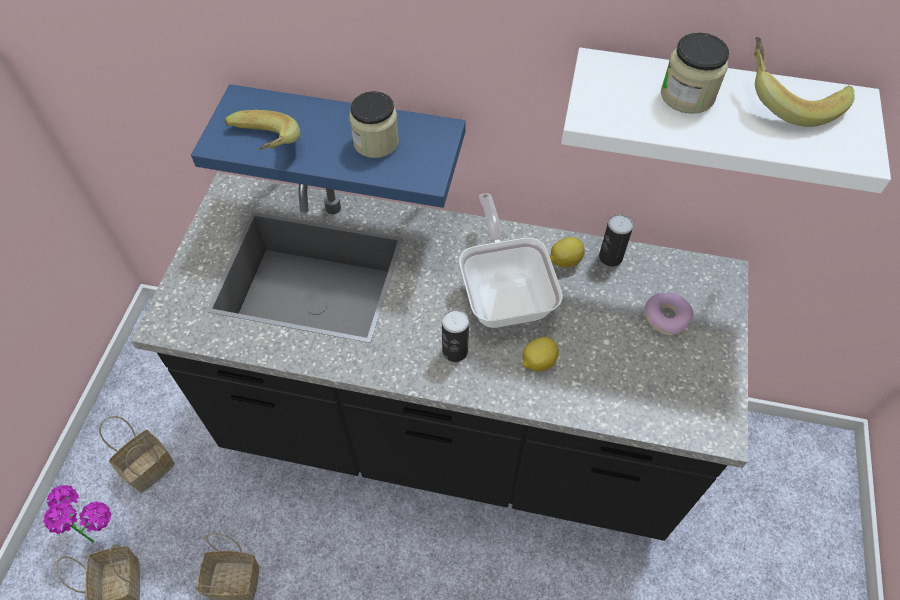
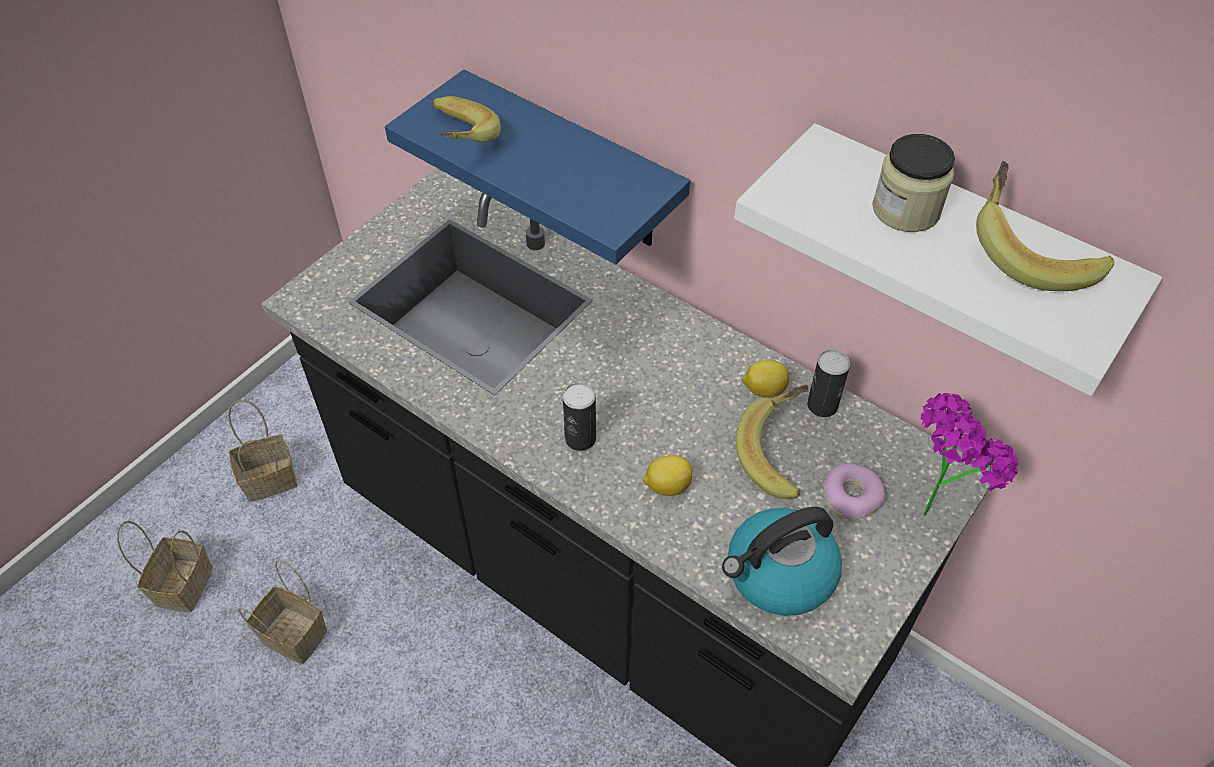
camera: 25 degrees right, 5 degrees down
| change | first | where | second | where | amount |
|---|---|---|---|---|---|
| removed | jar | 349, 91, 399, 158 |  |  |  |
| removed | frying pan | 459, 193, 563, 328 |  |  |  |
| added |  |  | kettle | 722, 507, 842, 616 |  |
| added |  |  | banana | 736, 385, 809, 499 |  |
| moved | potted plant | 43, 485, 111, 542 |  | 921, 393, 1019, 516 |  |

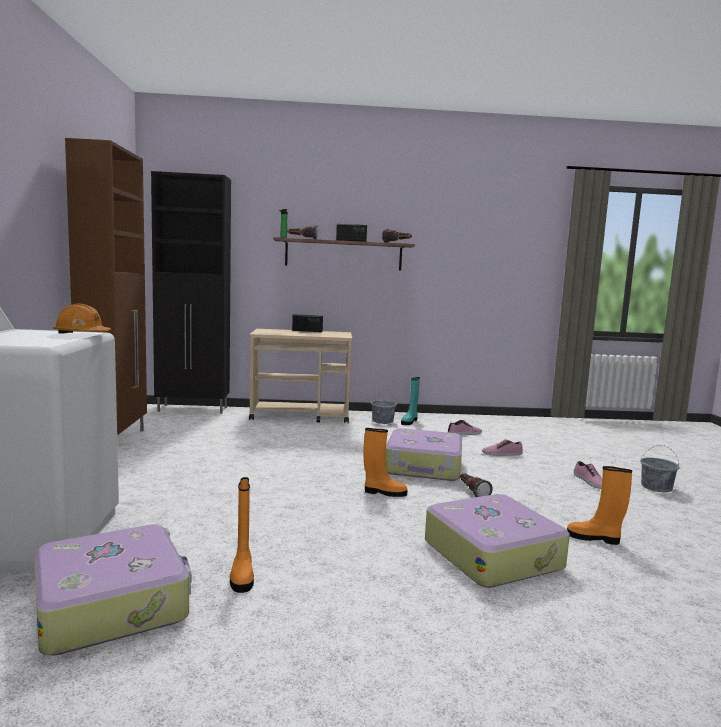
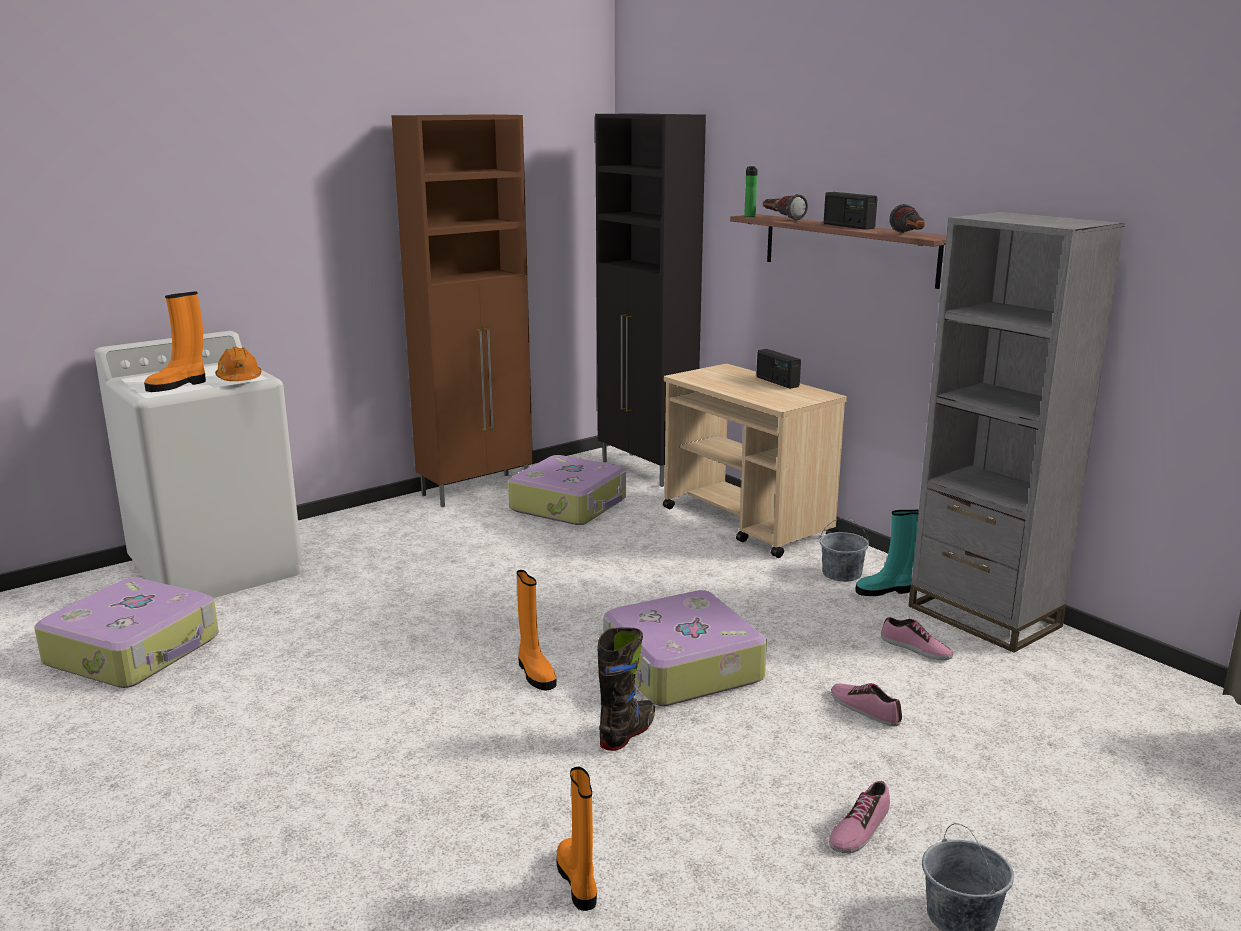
camera: 55 degrees right, 10 degrees up
| change | first | where | second | where | amount |
|---|---|---|---|---|---|
| added |  |  | grey bookcase | 909, 212, 1125, 653 |  |
| moved | orange boot | 230, 477, 254, 593 |  | 144, 292, 206, 392 |  |
| moved | suitcase | 425, 494, 570, 588 |  | 508, 455, 626, 525 |  |
| replaced | flashlight | 460, 473, 493, 497 | black boot | 598, 627, 655, 751 |  |

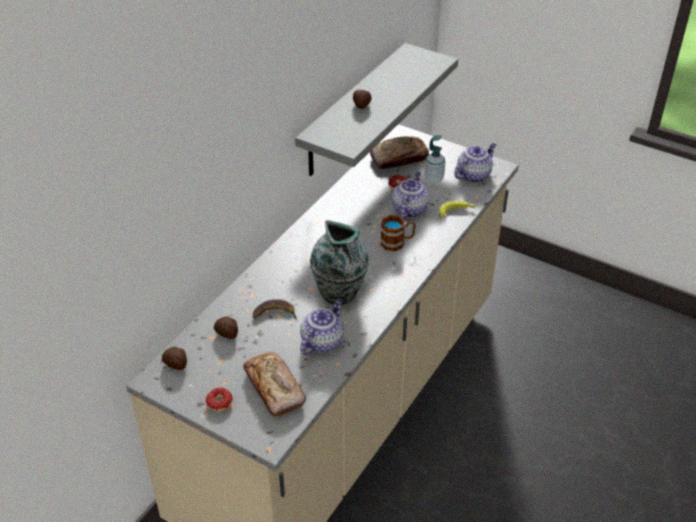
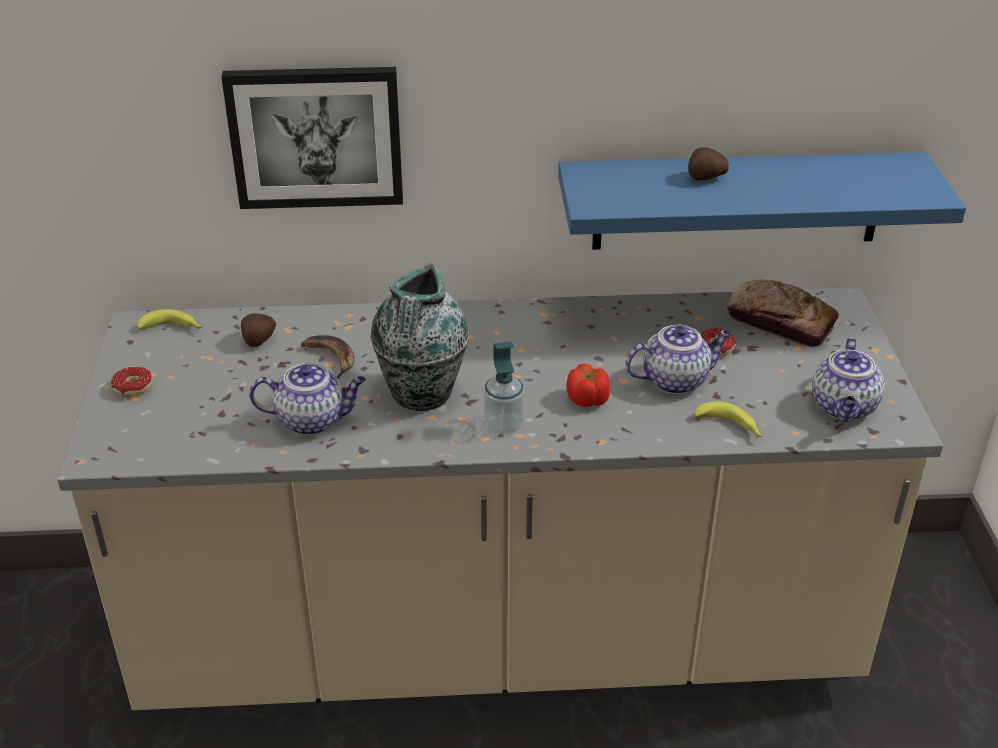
camera: 55 degrees right, 5 degrees down
| change | first | where | second | where | amount |
|---|---|---|---|---|---|
| removed | bread | 243, 352, 306, 417 |  |  |  |
| added |  |  | picture | 221, 67, 403, 209 |  |
| moved | soap dispenser | 424, 135, 446, 183 |  | 484, 342, 524, 434 |  |
| replaced | potato | 162, 347, 187, 370 | banana | 137, 309, 203, 330 |  |
| replaced | mug | 381, 215, 416, 251 | tomato | 566, 364, 610, 407 |  |
| recoloured | grey shelf | 295, 43, 458, 176 | blue shelf | 558, 152, 966, 250 |  |
| turned | teapot | 454, 143, 496, 183 |  | 812, 337, 885, 422 | 90 degrees clockwise |

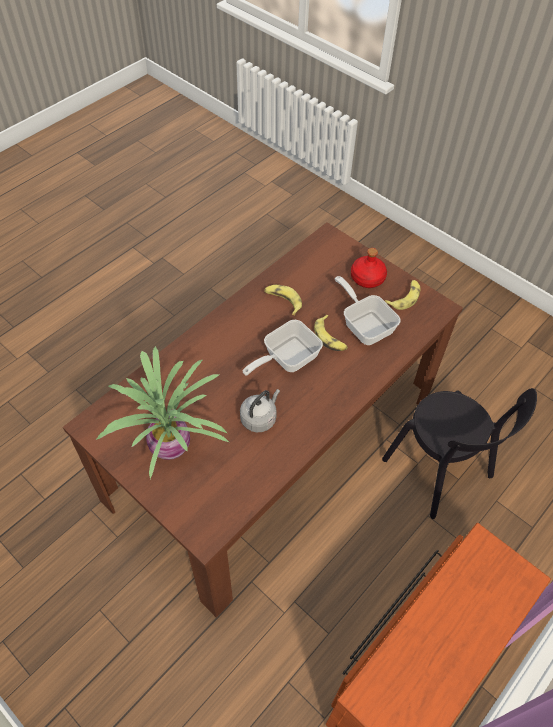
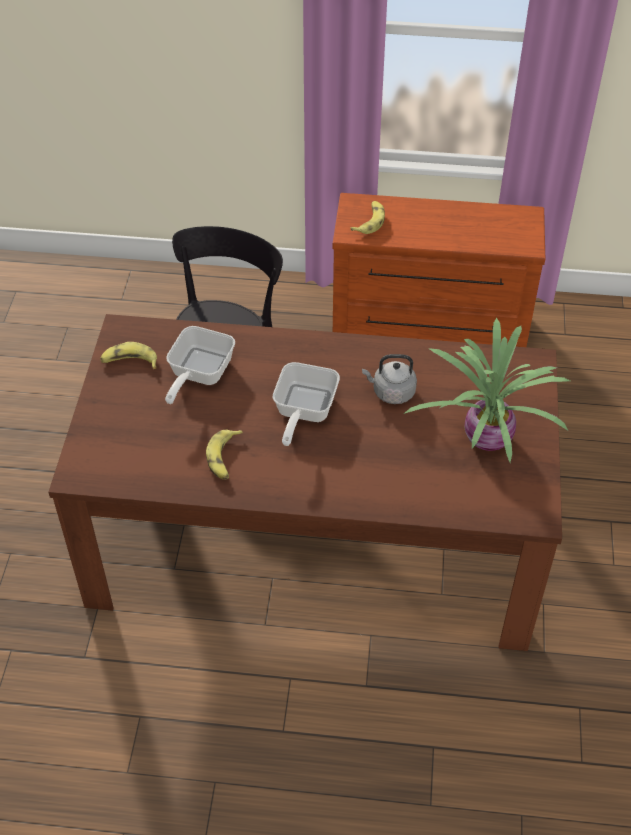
camera: 125 degrees left, 5 degrees down
| change | first | where | second | where | amount |
|---|---|---|---|---|---|
| removed | red bottle | 351, 248, 387, 288 |  |  |  |
| moved | banana | 314, 315, 348, 351 |  | 350, 201, 385, 234 |  |
| turned | frying pan | 243, 320, 323, 376 |  | 273, 362, 340, 446 | 90 degrees clockwise |

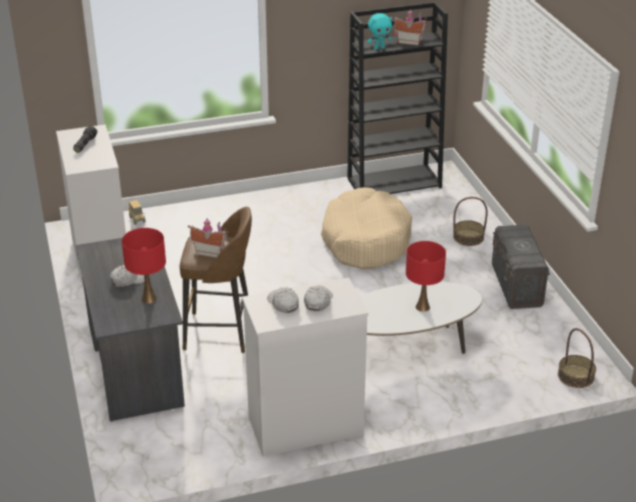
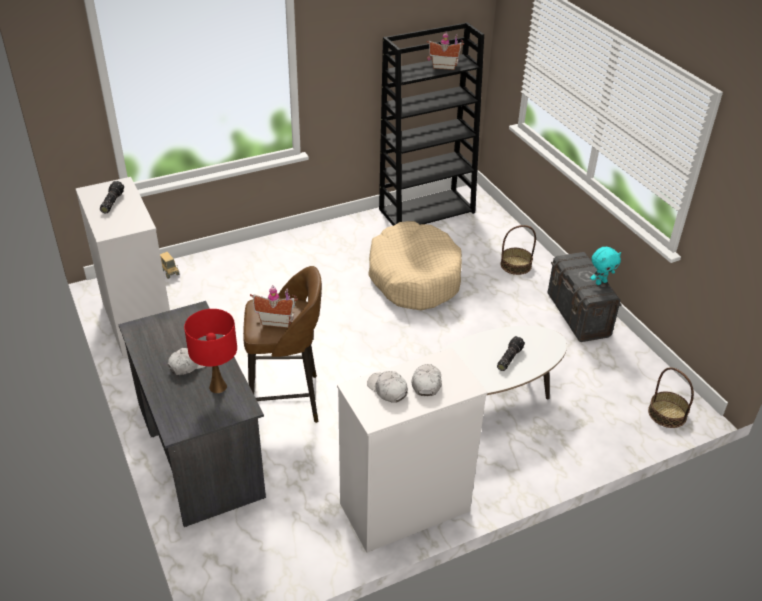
camera: 10 degrees left, 5 degrees up
| change | first | where | second | where | amount |
|---|---|---|---|---|---|
| moved | turquoise plush toy | 367, 13, 392, 50 |  | 590, 247, 621, 285 |  |
| replaced | red table lamp | 406, 241, 446, 312 | flashlight | 497, 336, 525, 371 |  |

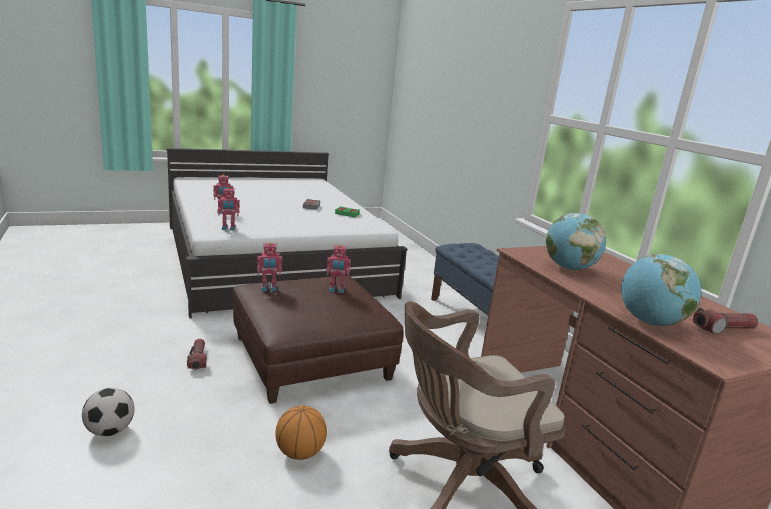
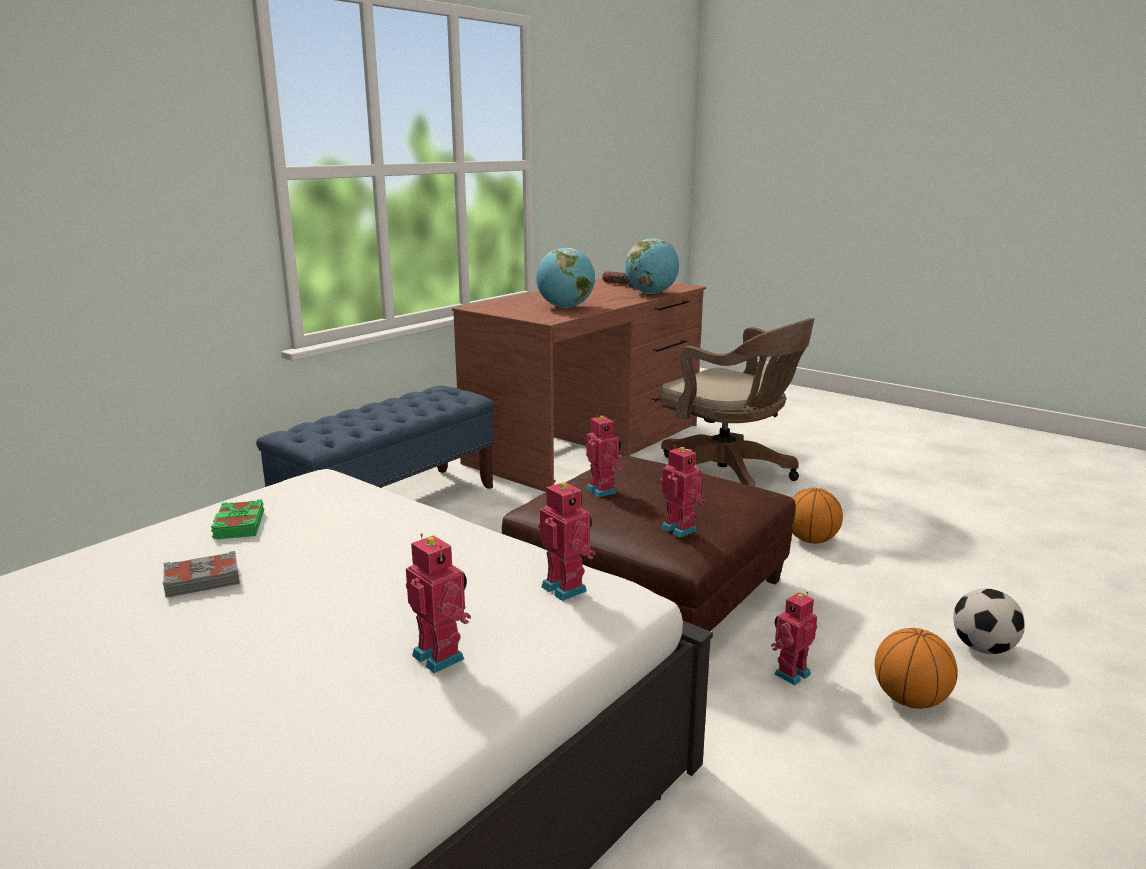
camera: 115 degrees left, 0 degrees up
| change | first | where | second | where | amount |
|---|---|---|---|---|---|
| added |  |  | basketball | 875, 628, 957, 709 |  |
| replaced | flashlight | 187, 339, 207, 370 | toy robot | 771, 592, 817, 685 |  |

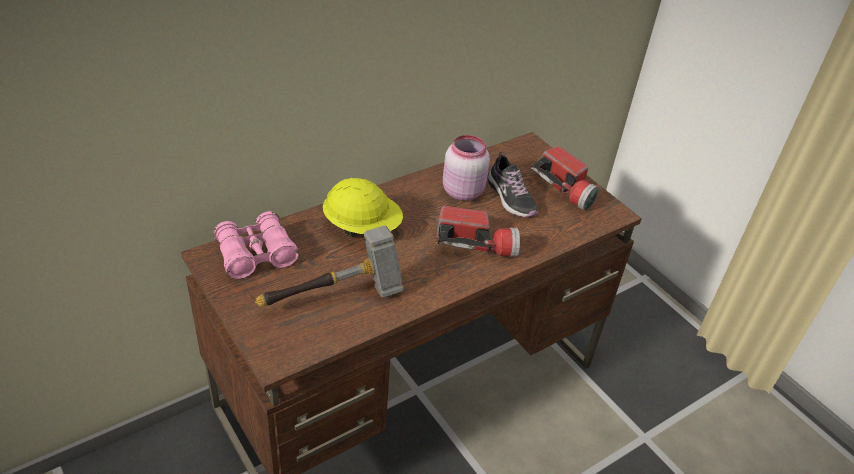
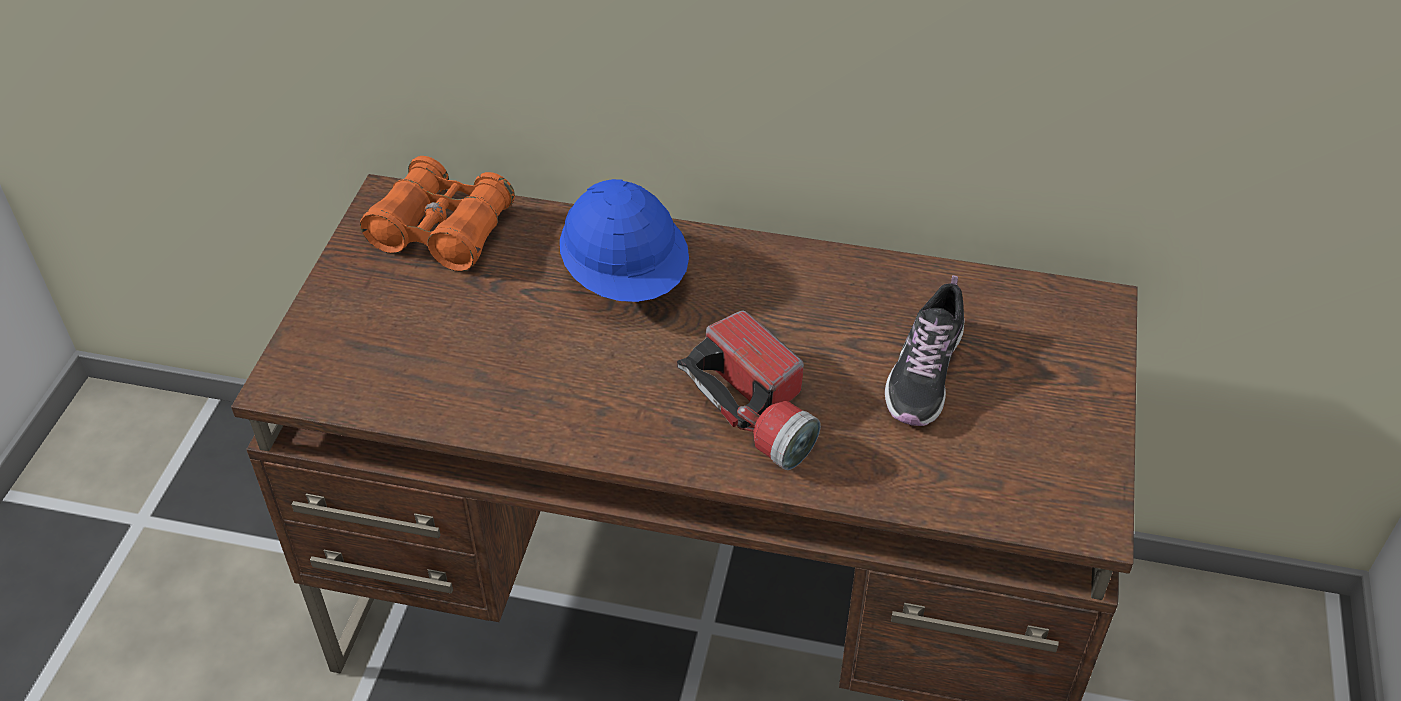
camera: 50 degrees right, 5 degrees up
| change | first | where | second | where | amount |
|---|---|---|---|---|---|
| removed | hammer | 255, 226, 404, 307 |  |  |  |
| removed | pink jar | 443, 135, 490, 201 |  |  |  |
| removed | flashlight | 530, 146, 599, 211 |  |  |  |
| recoloured | pink binoculars | 213, 211, 299, 279 | orange binoculars | 360, 156, 515, 271 |  |
| recoloured | yellow hard hat | 323, 178, 403, 237 | blue hard hat | 560, 179, 689, 302 |  |

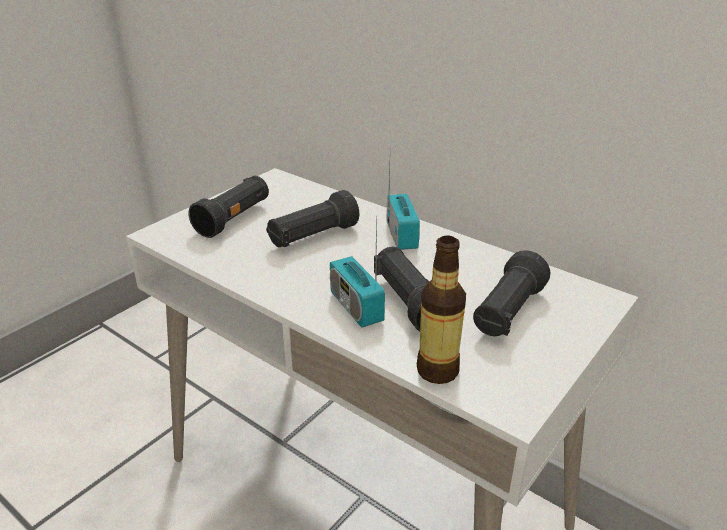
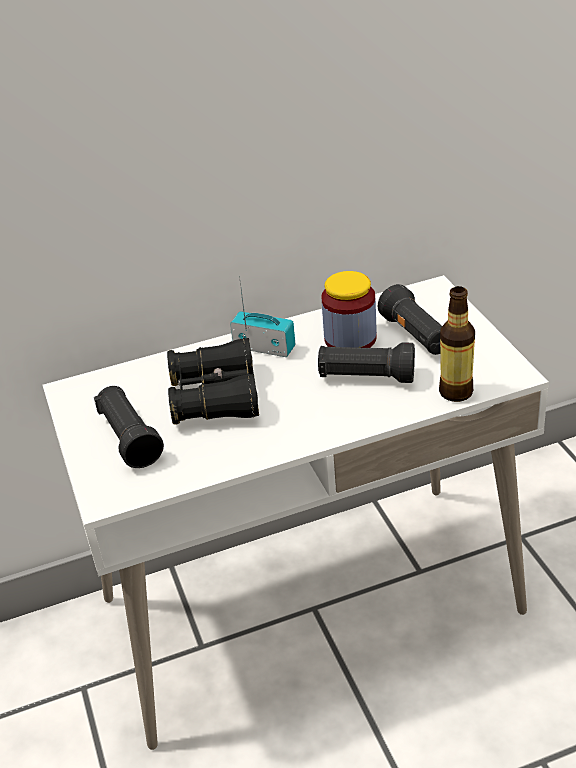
camera: 55 degrees left, 5 degrees up
| change | first | where | second | where | amount |
|---|---|---|---|---|---|
| removed | radio | 330, 216, 385, 328 |  |  |  |
| added |  |  | jar | 321, 271, 377, 348 |  |
| replaced | black flashlight | 266, 190, 359, 247 | black binoculars | 167, 338, 259, 425 |  |

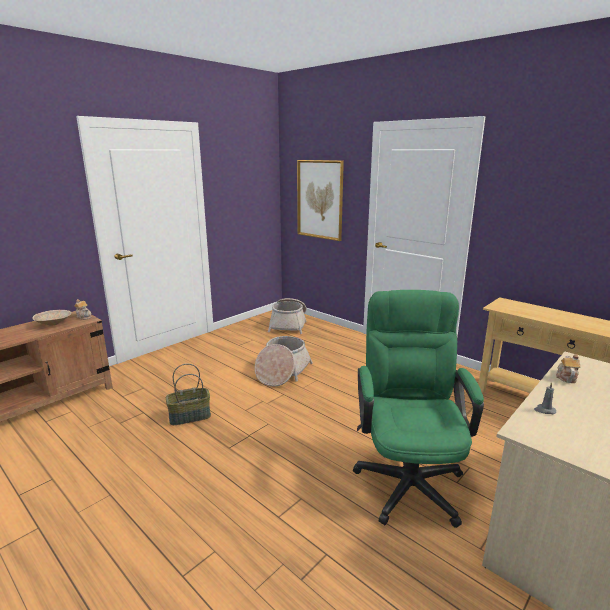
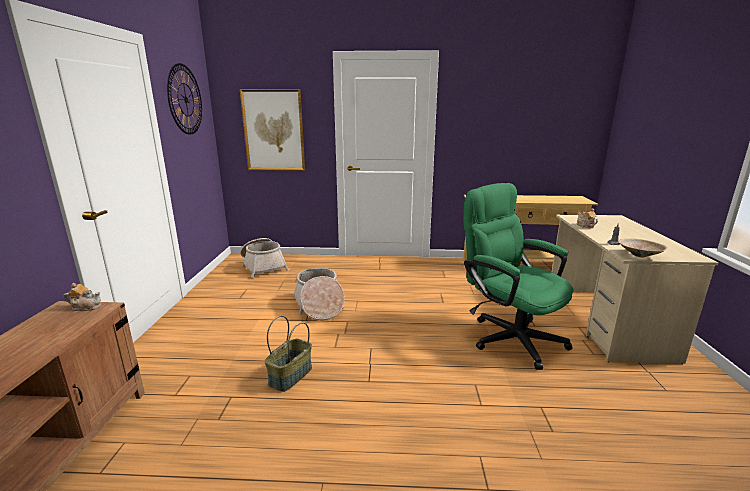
camera: 40 degrees left, 0 degrees up
| change | first | where | second | where | amount |
|---|---|---|---|---|---|
| added |  |  | wall clock | 167, 63, 202, 135 |  |
| moved | beige bowl | 32, 310, 72, 326 |  | 618, 238, 667, 257 |  |

